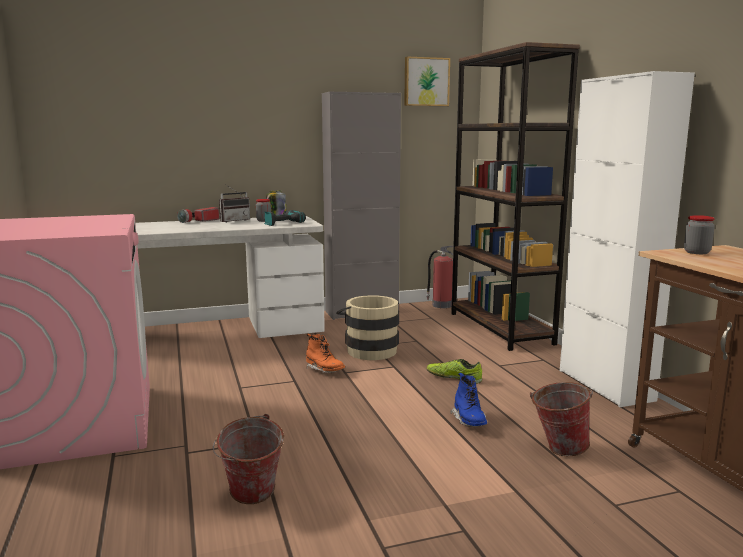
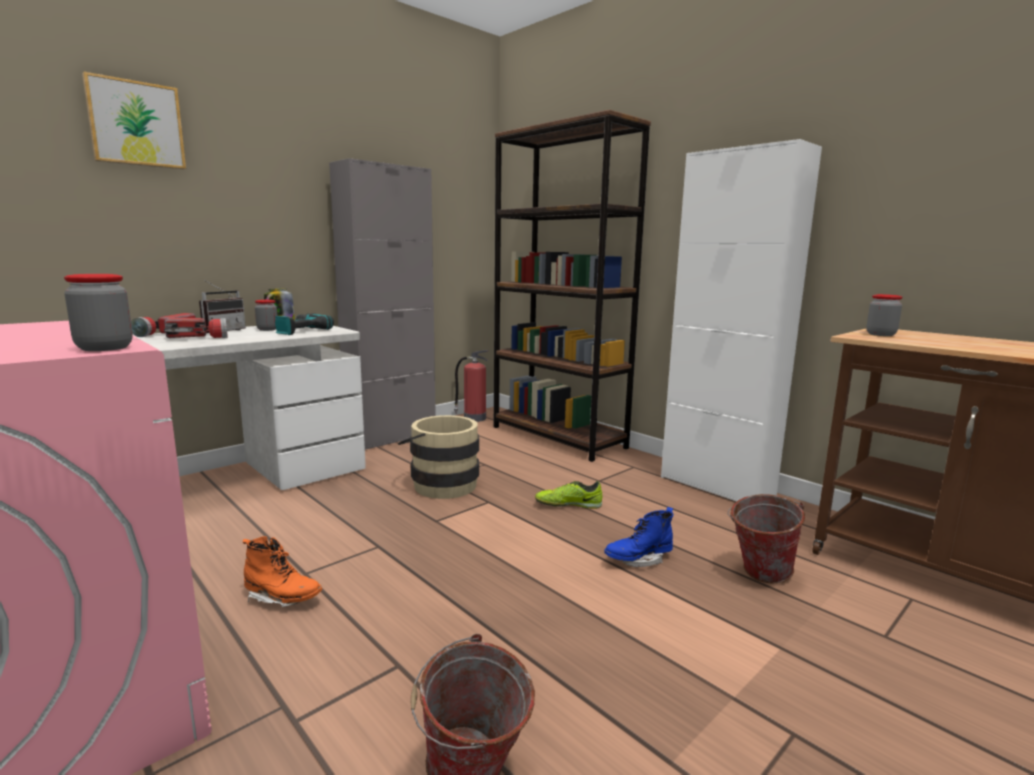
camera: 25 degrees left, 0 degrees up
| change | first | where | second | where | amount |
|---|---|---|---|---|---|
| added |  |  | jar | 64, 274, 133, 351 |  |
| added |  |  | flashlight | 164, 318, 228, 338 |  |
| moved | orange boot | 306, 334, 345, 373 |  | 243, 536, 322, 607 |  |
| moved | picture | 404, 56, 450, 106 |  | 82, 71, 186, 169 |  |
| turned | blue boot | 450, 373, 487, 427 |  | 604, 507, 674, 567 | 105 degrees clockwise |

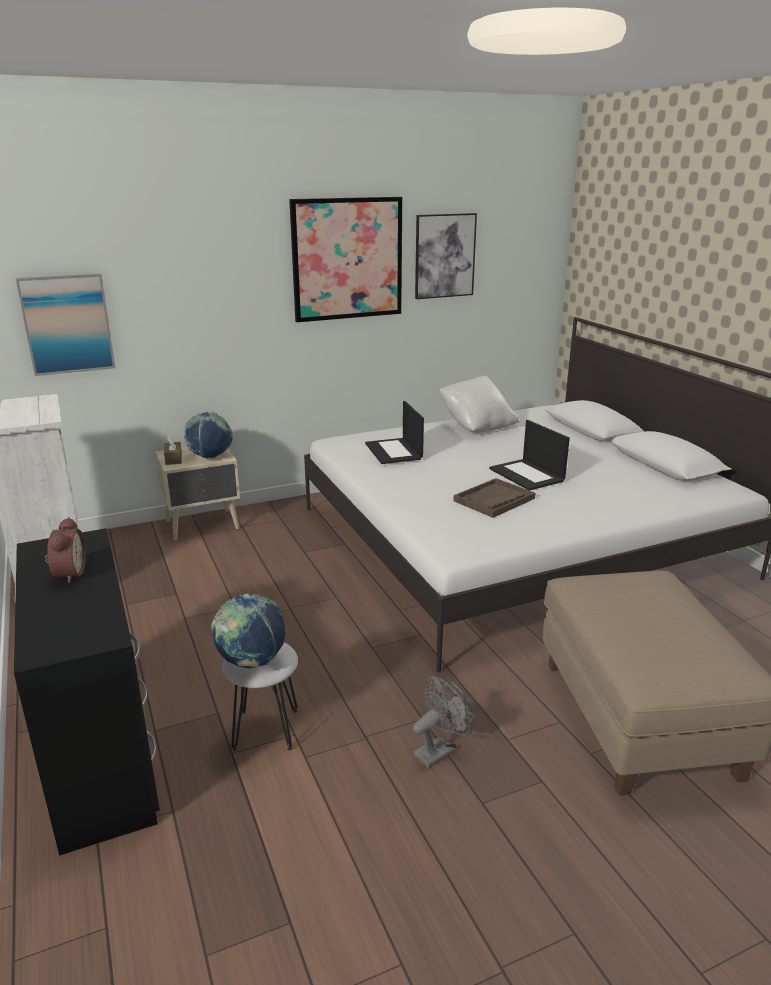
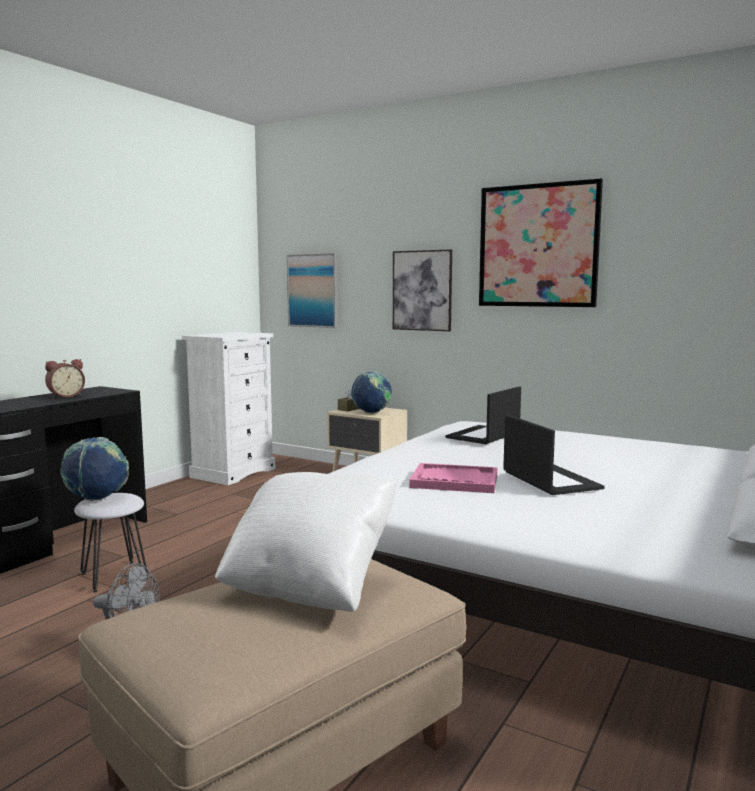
camera: 55 degrees right, 15 degrees down
| change | first | where | second | where | amount |
|---|---|---|---|---|---|
| moved | picture | 415, 213, 477, 299 |  | 393, 249, 452, 331 |  |
| moved | white pillow | 439, 375, 519, 433 |  | 215, 472, 399, 612 |  |
| recoloured | brown tray | 453, 478, 535, 518 | pink tray | 409, 463, 498, 493 |  |
| turned | laptop | 489, 420, 570, 491 |  | 503, 415, 604, 495 | 135 degrees clockwise |

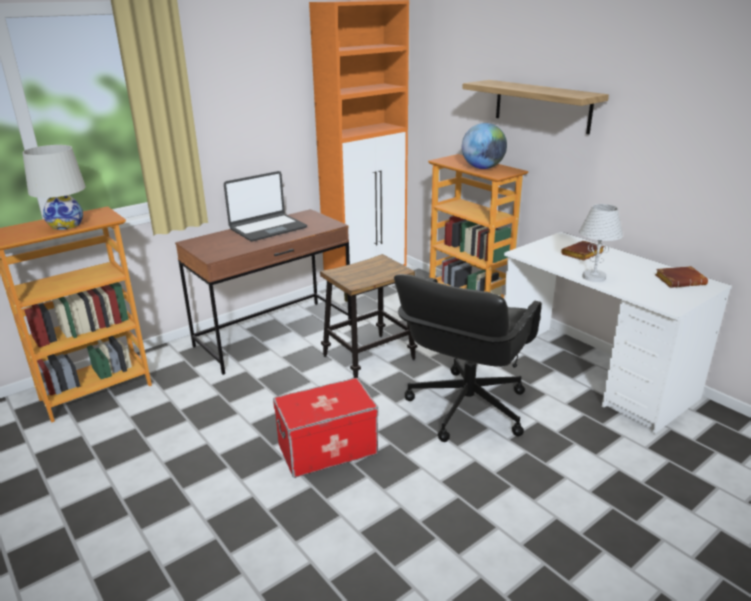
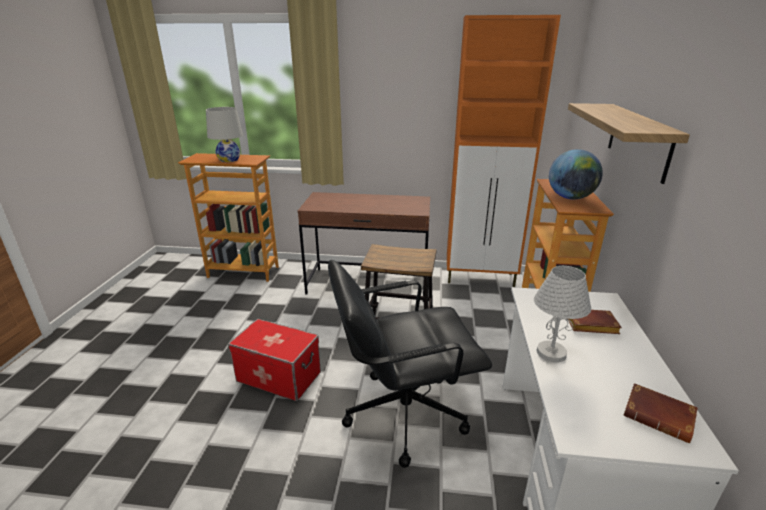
camera: 45 degrees right, 0 degrees up
| change | first | where | second | where | amount |
|---|---|---|---|---|---|
| removed | laptop | 224, 171, 307, 242 |  |  |  |

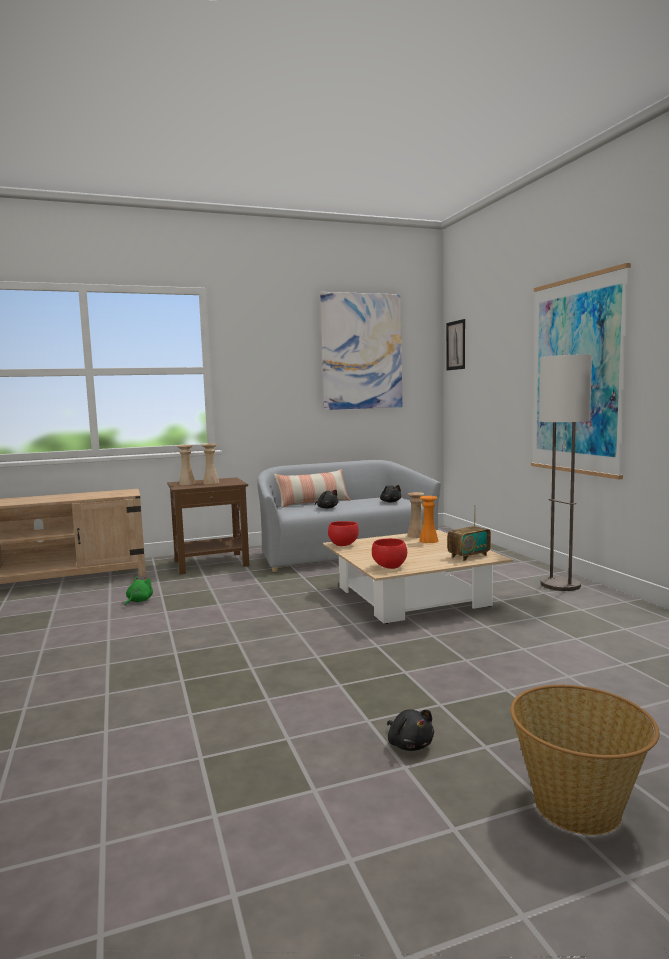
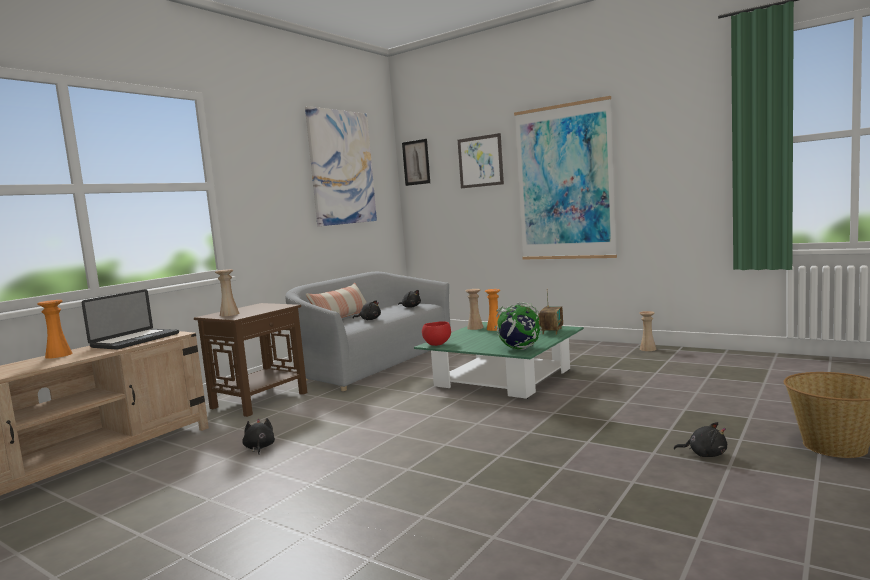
camera: 35 degrees left, 0 degrees up
| change | first | where | second | where | amount |
|---|---|---|---|---|---|
| removed | floor lamp | 539, 354, 592, 591 |  |  |  |
| added |  |  | orange vase | 37, 300, 73, 359 |  |
| added |  |  | laptop | 82, 289, 179, 350 |  |
| added |  |  | picture | 458, 133, 504, 188 |  |
| moved | beige vase | 202, 444, 220, 484 |  | 639, 311, 657, 351 |  |
| replaced | red bowl | 372, 538, 407, 569 | globe | 494, 303, 542, 350 |  |
| recoloured | green plush toy | 125, 577, 153, 606 | black plush toy | 242, 418, 275, 455 |  |
| recoloured | beige coffee table | 323, 530, 513, 624 | green coffee table | 414, 322, 584, 399 |  |

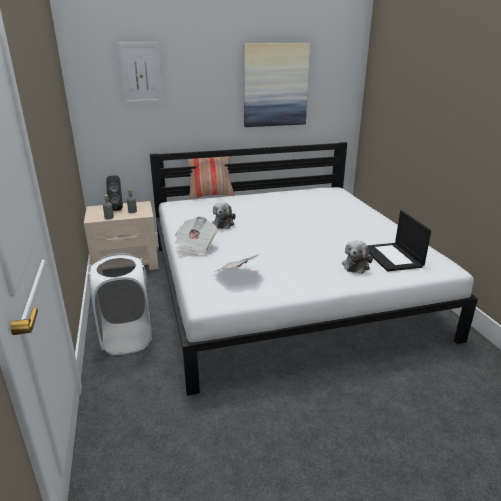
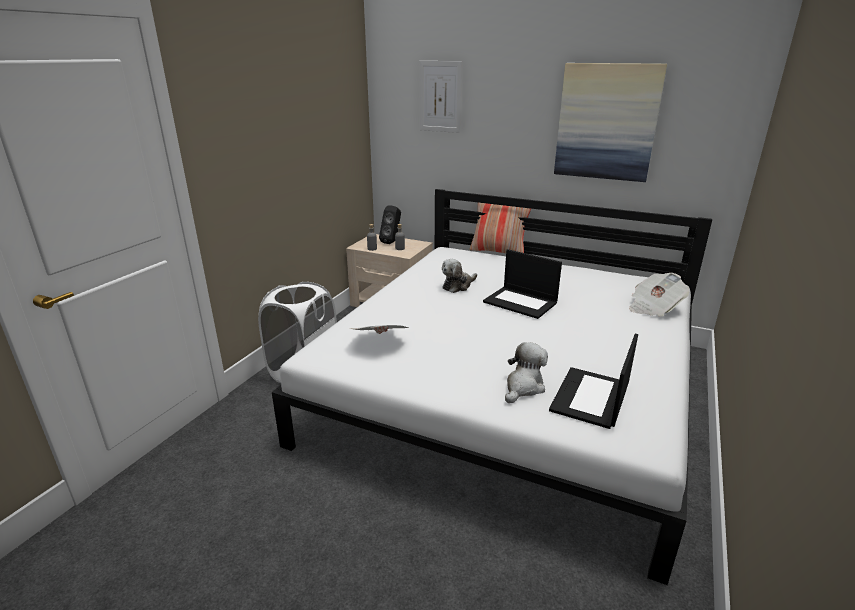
camera: 40 degrees right, 0 degrees up
| change | first | where | second | where | amount |
|---|---|---|---|---|---|
| added |  |  | laptop | 483, 249, 562, 319 |  |
| moved | newspaper | 175, 216, 217, 257 |  | 629, 273, 689, 317 |  |
| turned | plush toy | 342, 240, 373, 274 |  | 505, 342, 548, 403 | 150 degrees clockwise |

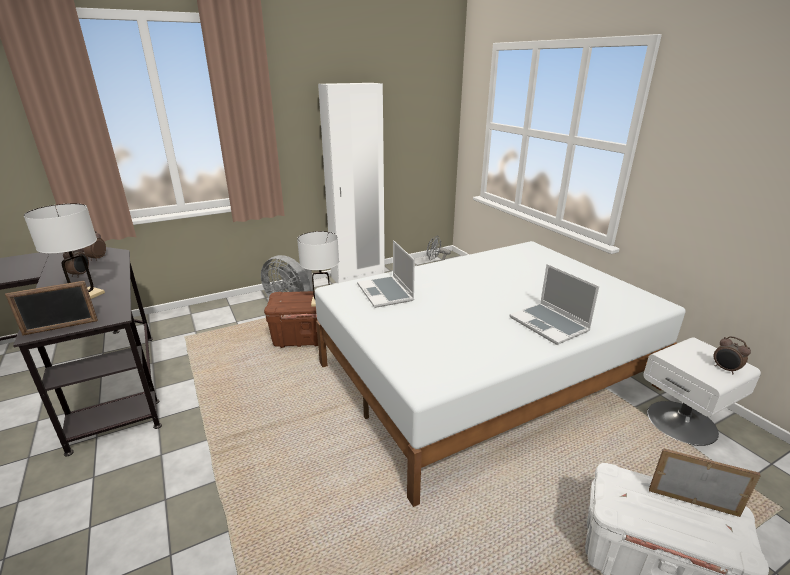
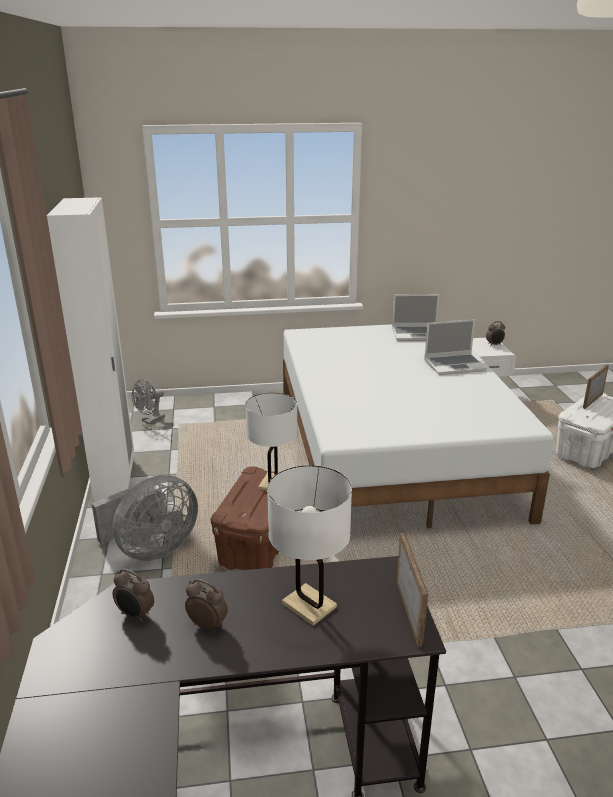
camera: 70 degrees left, 0 degrees up
| change | first | where | second | where | amount |
|---|---|---|---|---|---|
| moved | laptop | 357, 240, 415, 308 |  | 392, 294, 439, 341 |  |

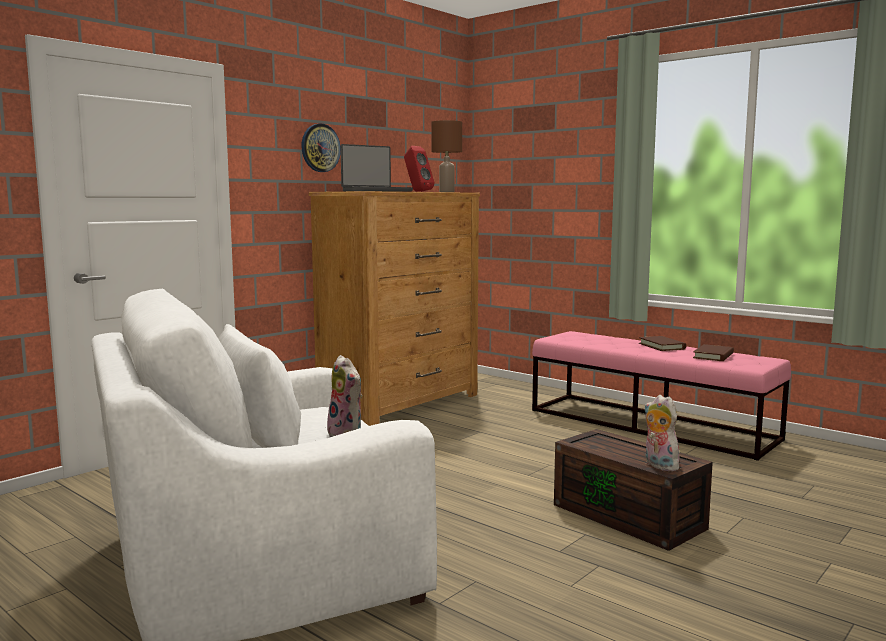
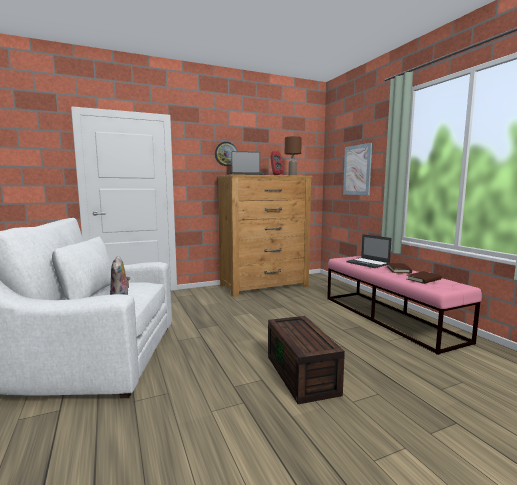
camera: 25 degrees right, 0 degrees up
| change | first | where | second | where | amount |
|---|---|---|---|---|---|
| removed | plush toy | 644, 395, 681, 471 |  |  |  |
| added |  |  | picture | 343, 143, 372, 195 |  |
| added |  |  | laptop | 346, 234, 392, 268 |  |

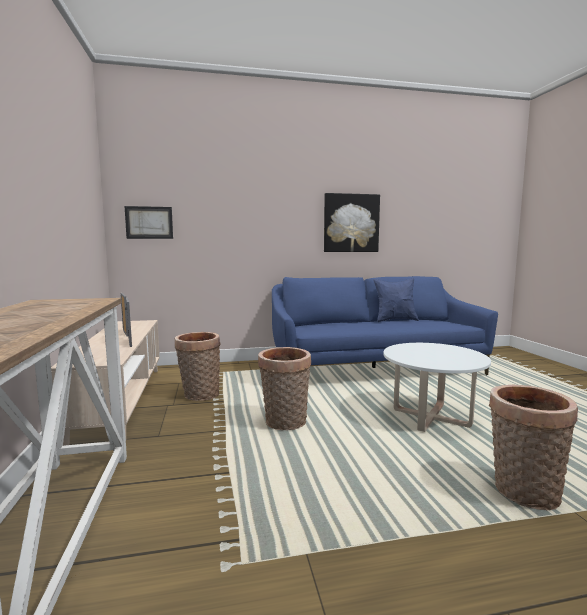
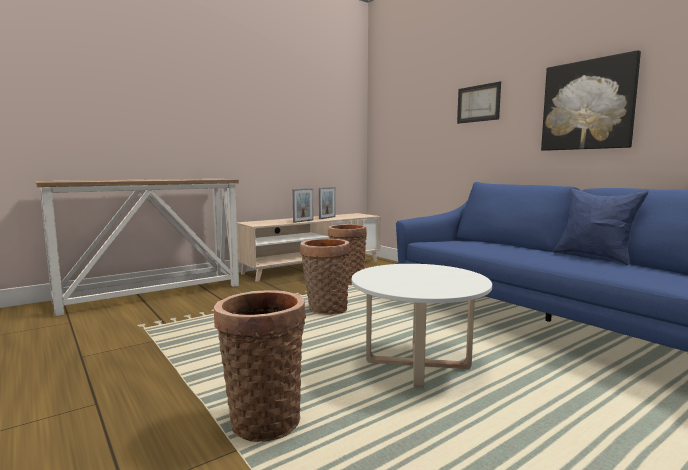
camera: 65 degrees right, 0 degrees up
| change | first | where | second | where | amount |
|---|---|---|---|---|---|
| moved | picture | 125, 206, 173, 239 |  | 457, 81, 501, 124 |  |

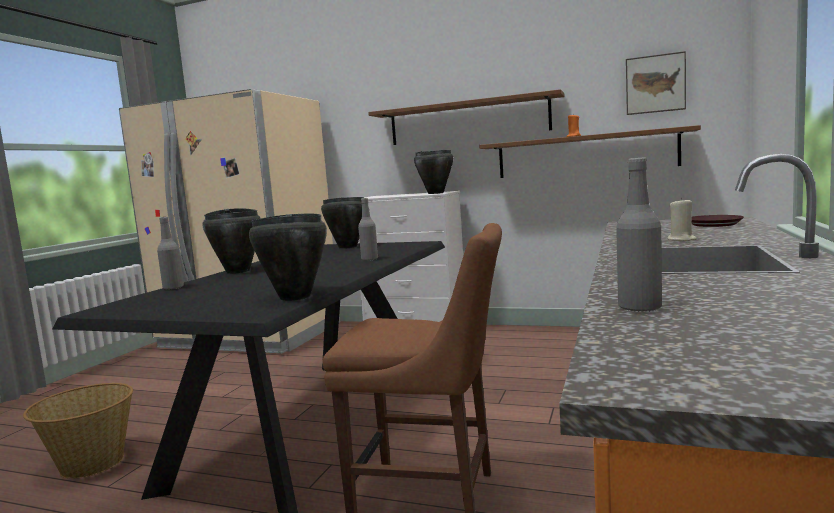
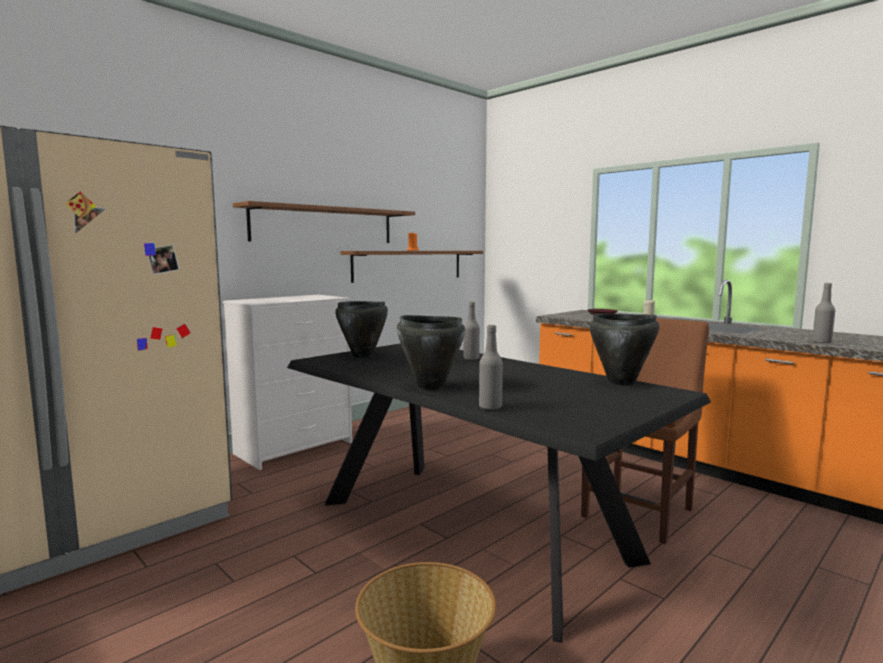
camera: 65 degrees left, 0 degrees up
| change | first | where | second | where | amount |
|---|---|---|---|---|---|
| removed | black cooking pot | 414, 150, 453, 194 |  |  |  |
| removed | picture | 626, 51, 686, 115 |  |  |  |

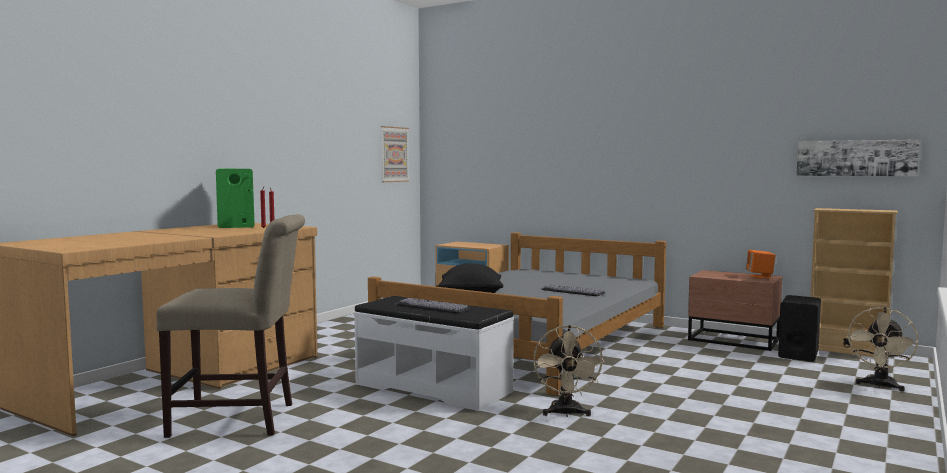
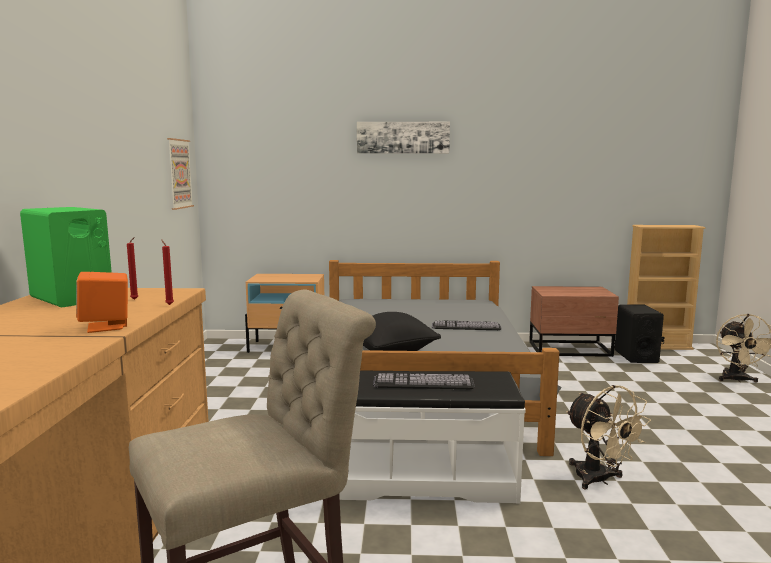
camera: 30 degrees left, 5 degrees up
| change | first | where | second | where | amount |
|---|---|---|---|---|---|
| moved | orange speaker | 746, 250, 776, 278 |  | 76, 272, 128, 333 |  |
| moved | picture | 796, 139, 919, 177 |  | 357, 122, 450, 154 |  |

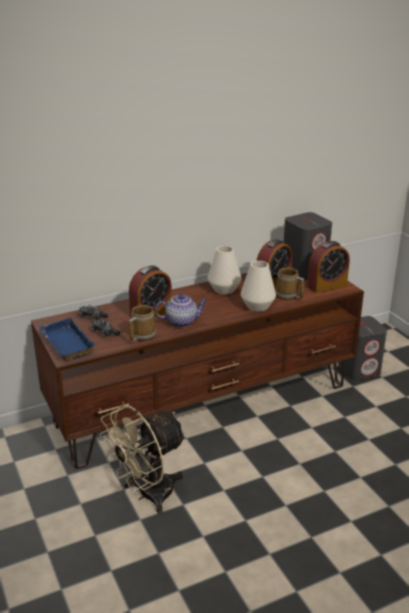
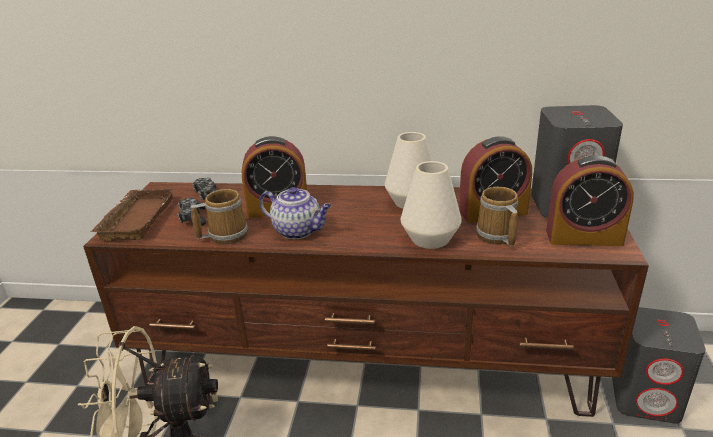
camera: 35 degrees right, 0 degrees up
| change | first | where | second | where | amount |
|---|---|---|---|---|---|
| recoloured | blue tray | 39, 318, 95, 361 | brown tray | 90, 188, 174, 241 |  |

